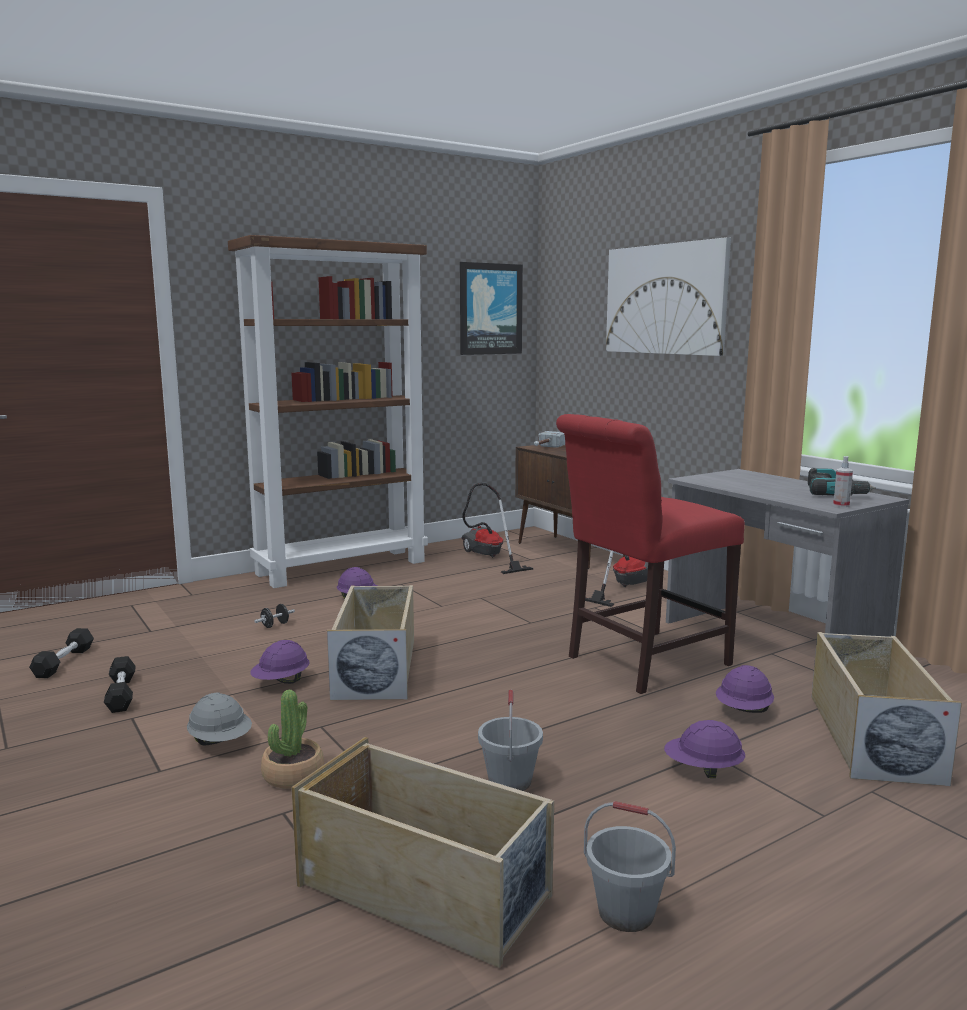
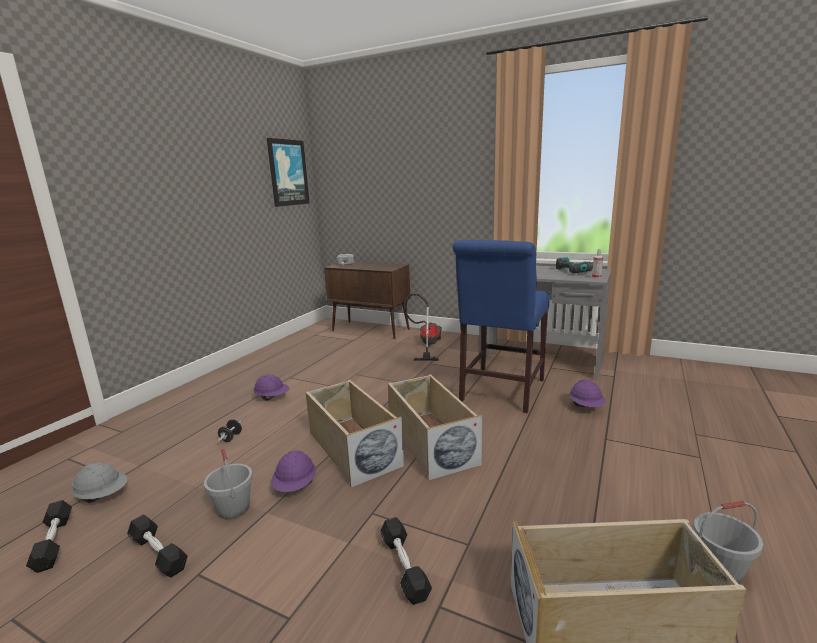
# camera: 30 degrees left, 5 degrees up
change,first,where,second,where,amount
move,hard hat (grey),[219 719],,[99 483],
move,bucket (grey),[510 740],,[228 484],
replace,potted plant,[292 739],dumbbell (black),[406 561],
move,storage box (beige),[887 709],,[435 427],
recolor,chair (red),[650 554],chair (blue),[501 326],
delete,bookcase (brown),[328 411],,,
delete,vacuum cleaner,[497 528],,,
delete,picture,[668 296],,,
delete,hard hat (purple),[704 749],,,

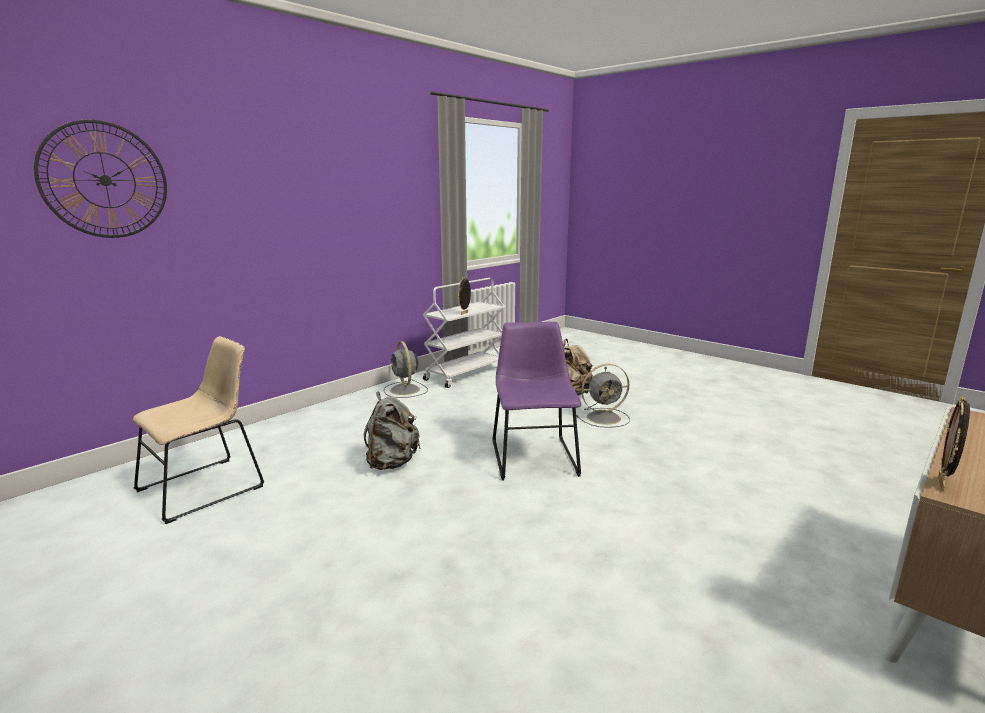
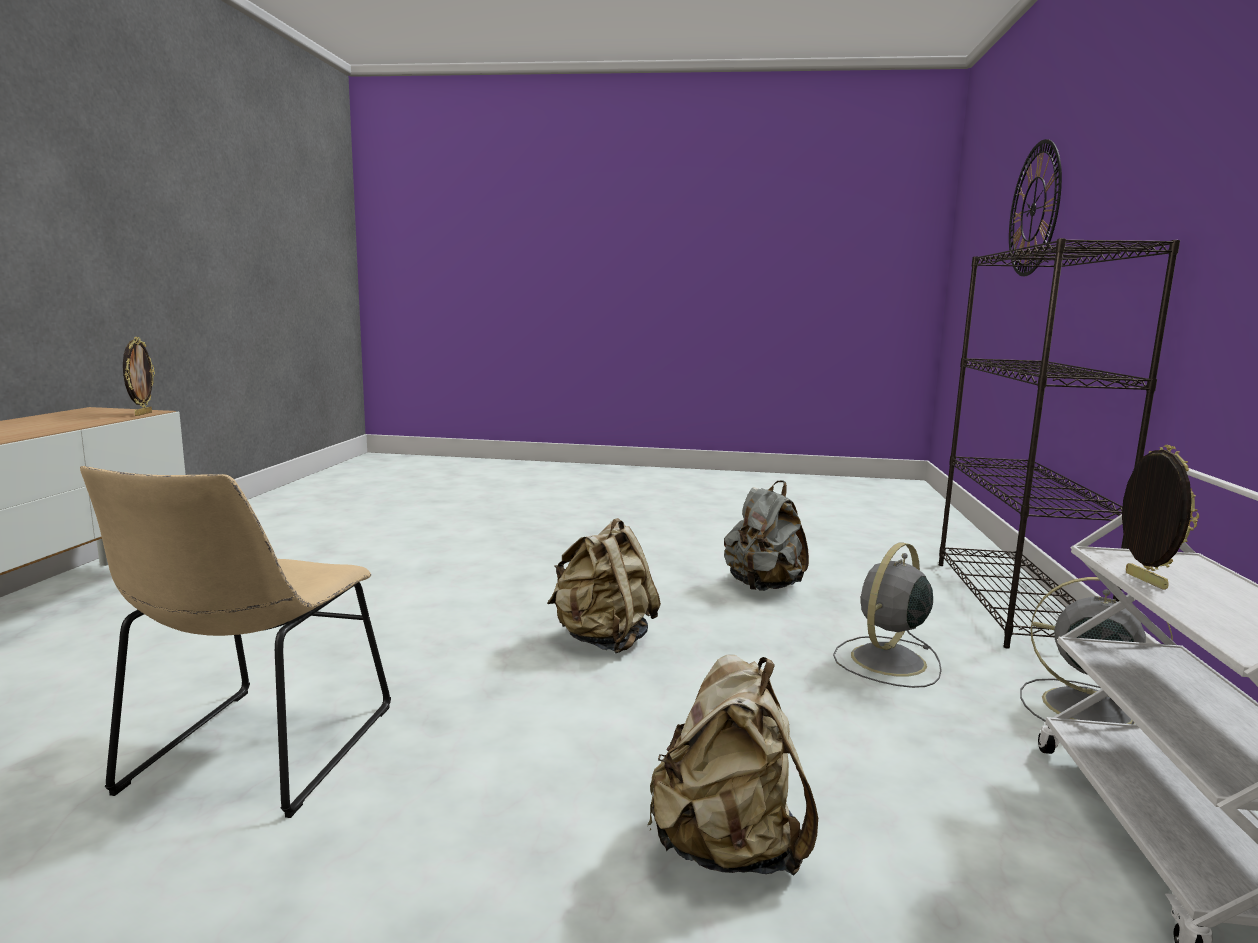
# camera: 145 degrees right, 5 degrees down
change,first,where,second,where,amount
move,chair (beige),[198 430],,[235 642],
replace,chair (purple),[537 401],backpack (beige),[604 585],
move,fan (grey),[603 396],,[887 615],
insert,,,bookcase (black),[1059 443],

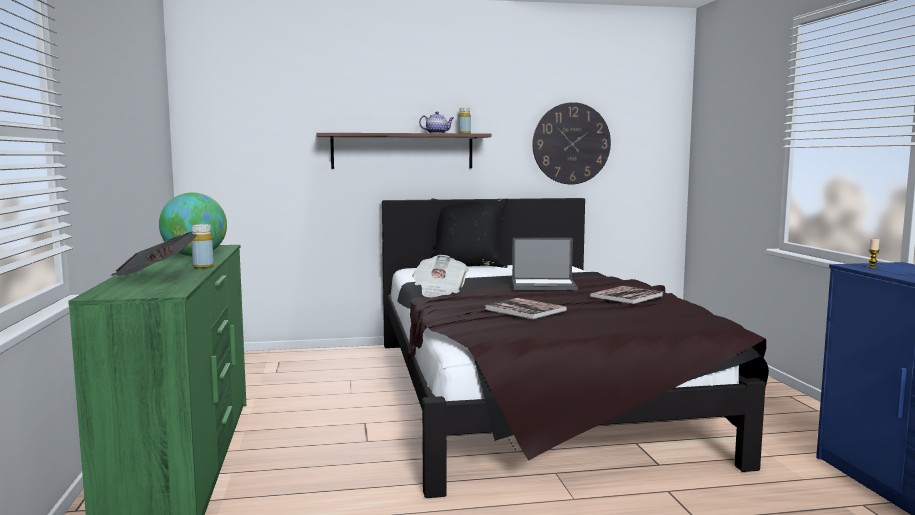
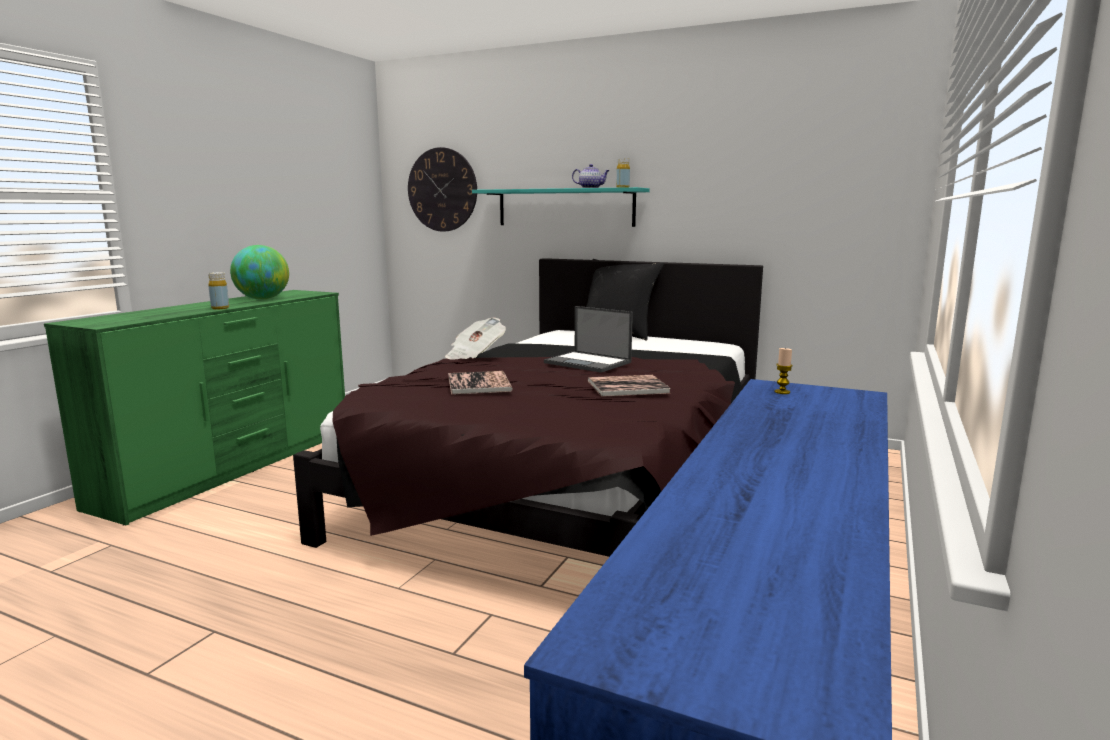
# camera: 35 degrees right, 5 degrees up
change,first,where,second,where,amount
move,wall clock,[571 143],,[442 189],
recolor,shelf (brown),[404 151],shelf (turquoise),[561 207],
delete,newspaper,[154 254],,,

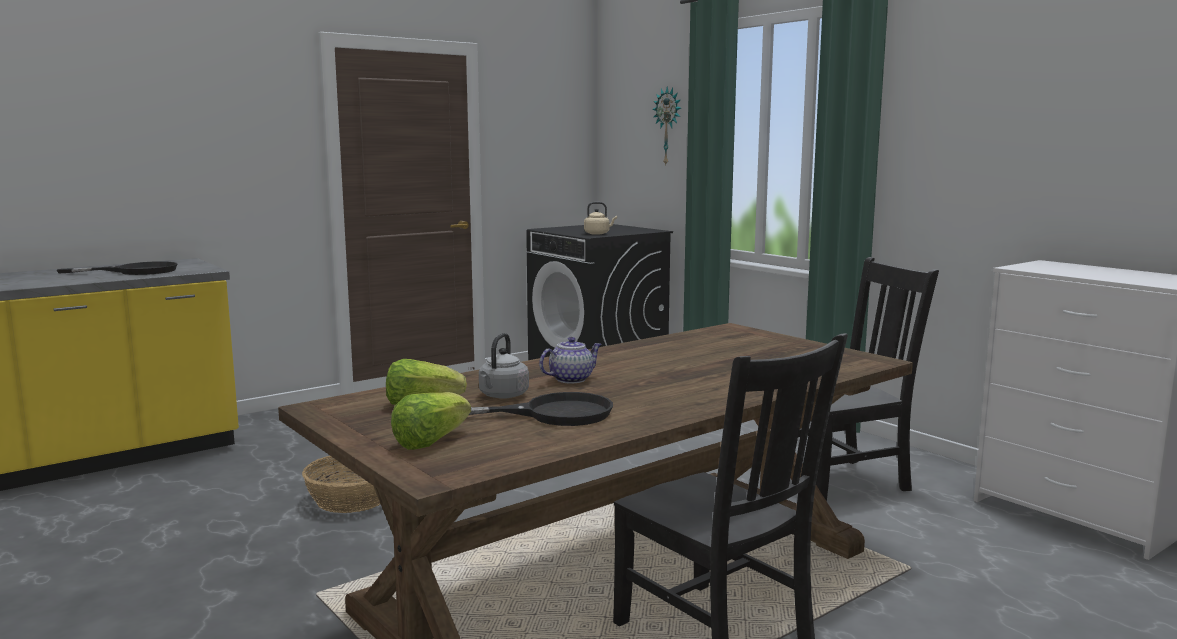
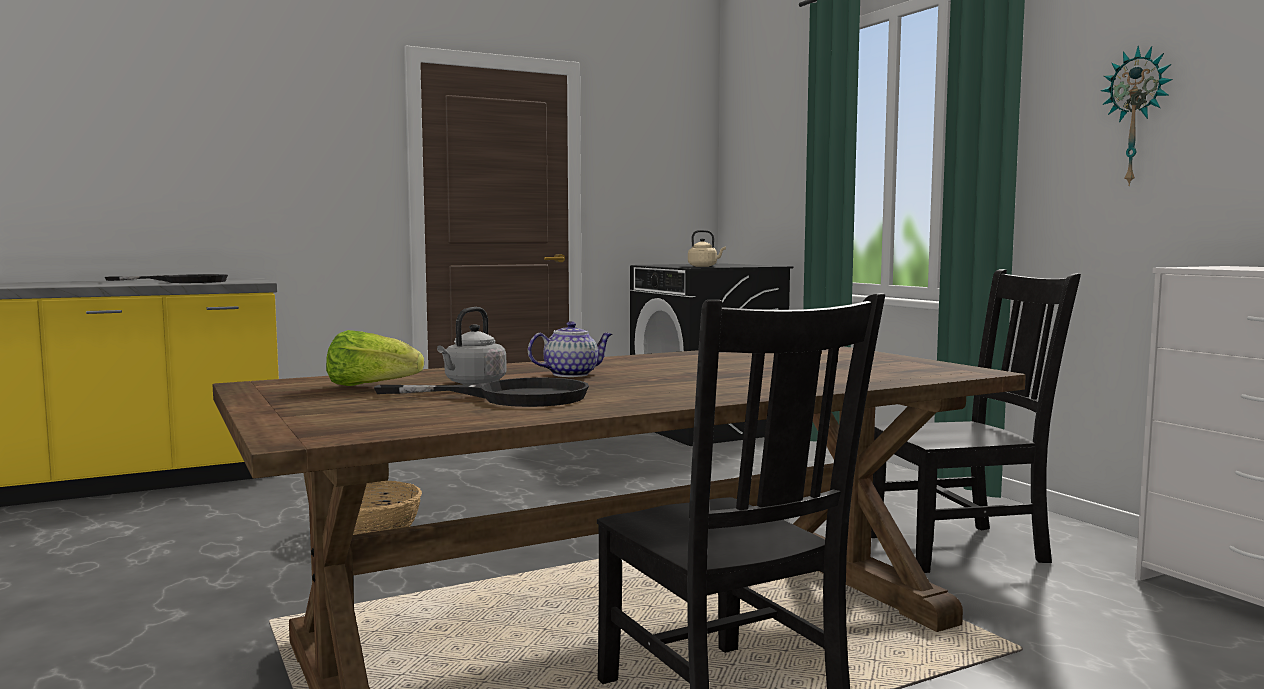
# camera: 10 degrees right, 5 degrees down
change,first,where,second,where,amount
move,wall clock,[666 126],,[1137 116],
delete,lettuce,[431 421],,,

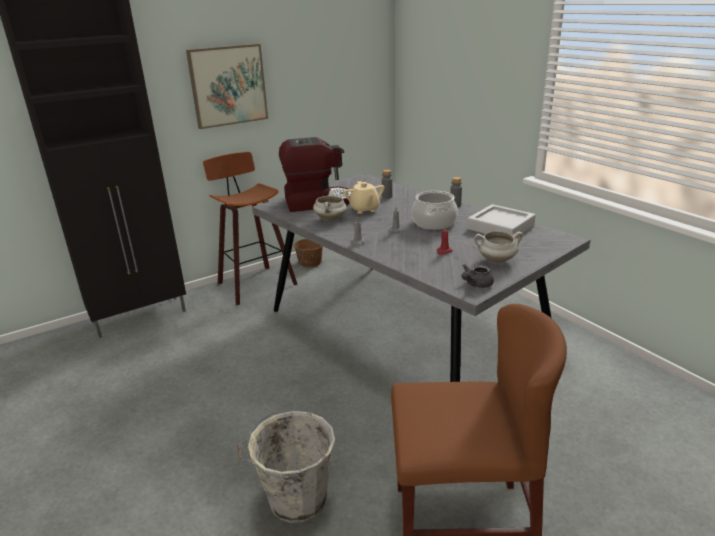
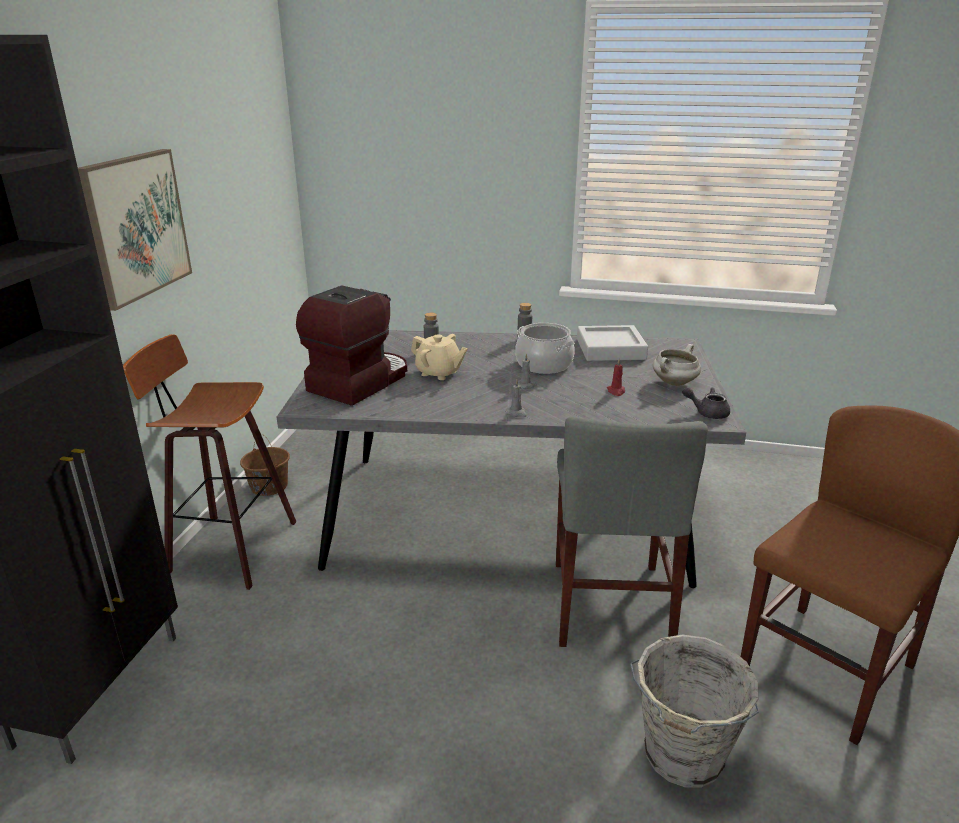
# camera: 45 degrees left, 0 degrees up
change,first,where,second,where,amount
insert,,,chair (grey),[632 532],
rotate,teapot (grey),[478 276],,[706 403],105 degrees clockwise
delete,cooking pot (white),[330 205],,,

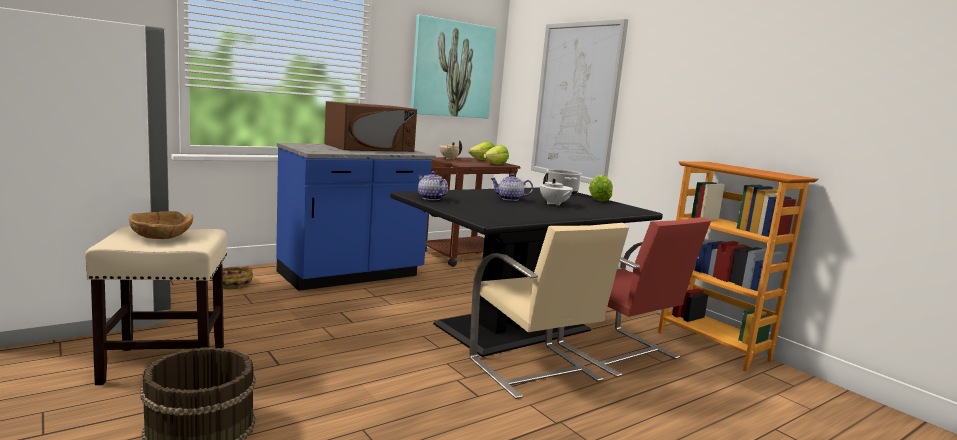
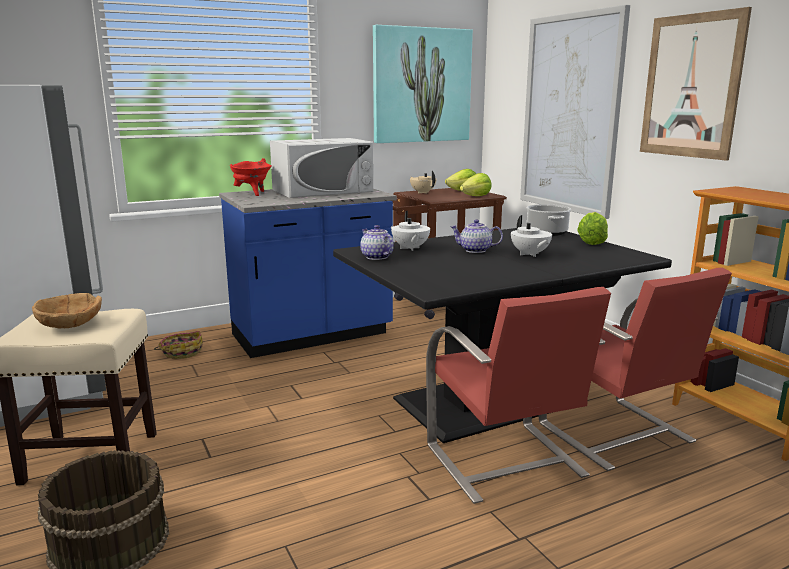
# camera: 10 degrees right, 5 degrees up
change,first,where,second,where,amount
insert,,,cooking pot (red),[251 177],
recolor,microwave (brown),[370 126],microwave (white),[321 168],
insert,,,teapot (white),[410 231],
recolor,chair (beige),[549 311],chair (red),[518 395],
insert,,,picture,[696 84],

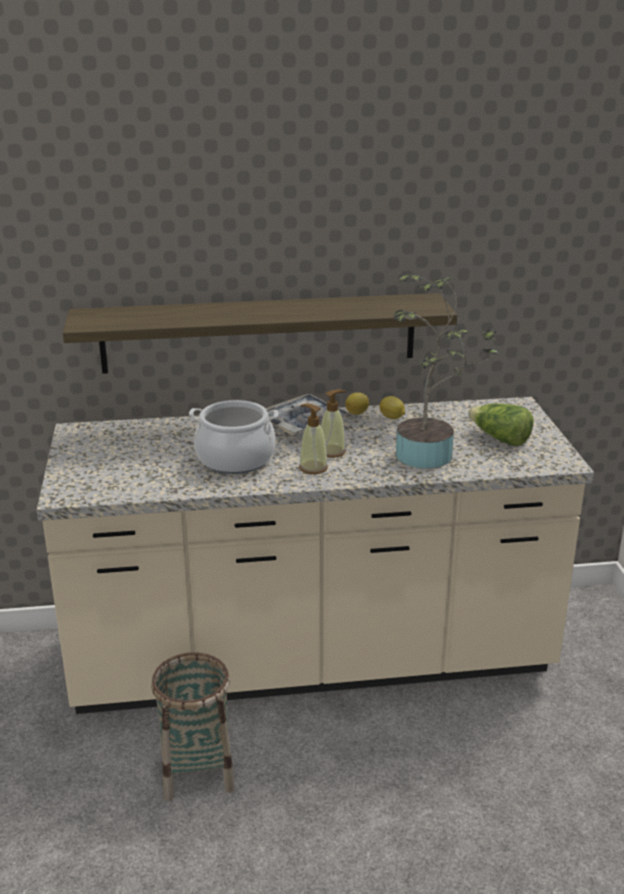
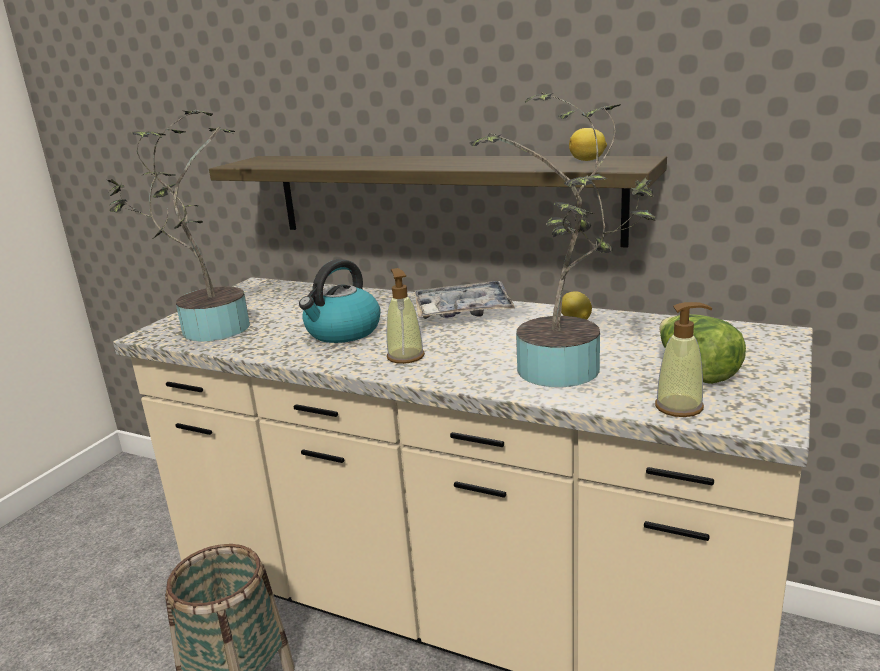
# camera: 35 degrees right, 5 degrees down
change,first,where,second,where,amount
insert,,,potted plant,[178 225],
replace,cooking pot,[234 437],kettle,[340 301],
move,lemon,[357 403],,[588 144],
move,soap dispenser,[333 423],,[684 359],

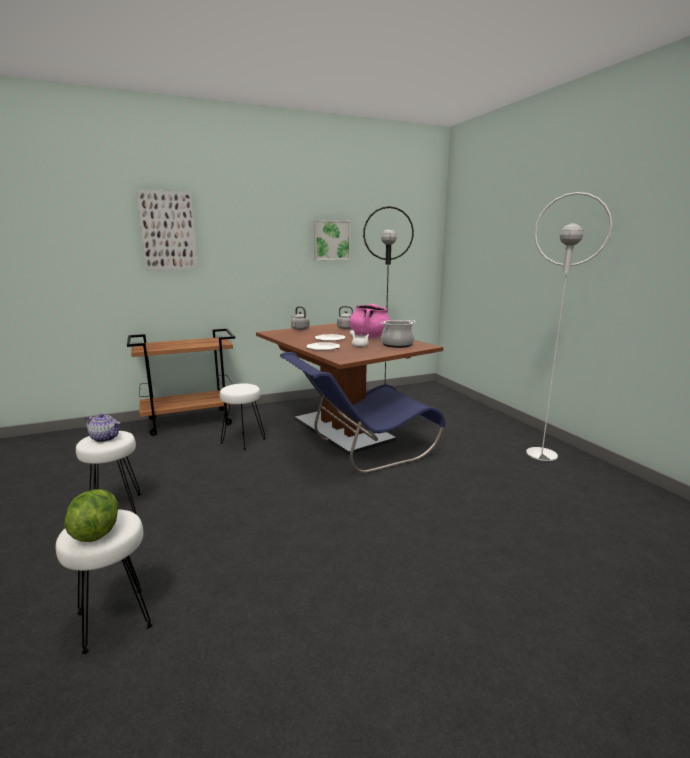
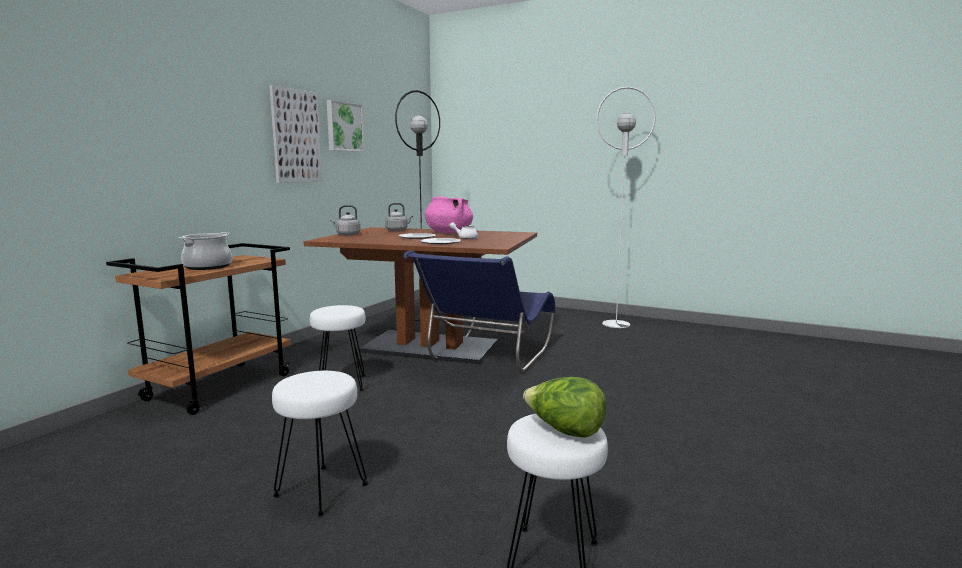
# camera: 40 degrees left, 5 degrees down
change,first,where,second,where,amount
move,cooking pot,[398 334],,[205 251],
move,picture,[167 230],,[296 134],
delete,teapot,[102 427],,,

